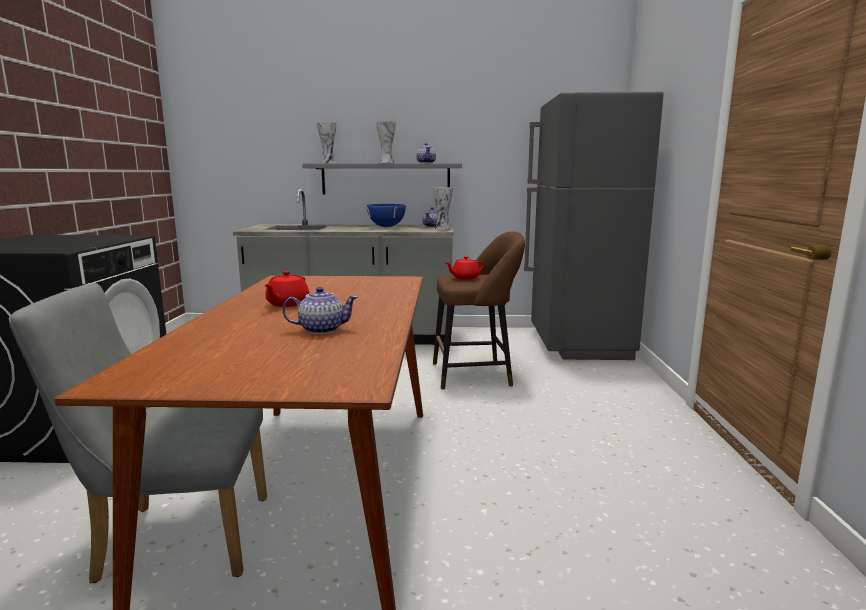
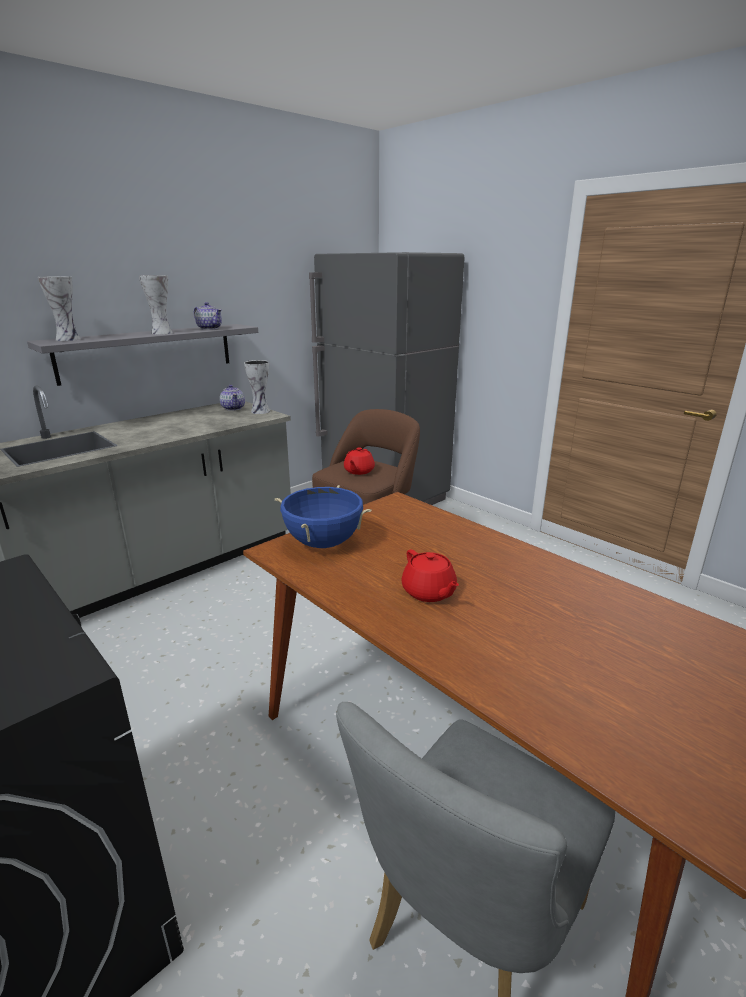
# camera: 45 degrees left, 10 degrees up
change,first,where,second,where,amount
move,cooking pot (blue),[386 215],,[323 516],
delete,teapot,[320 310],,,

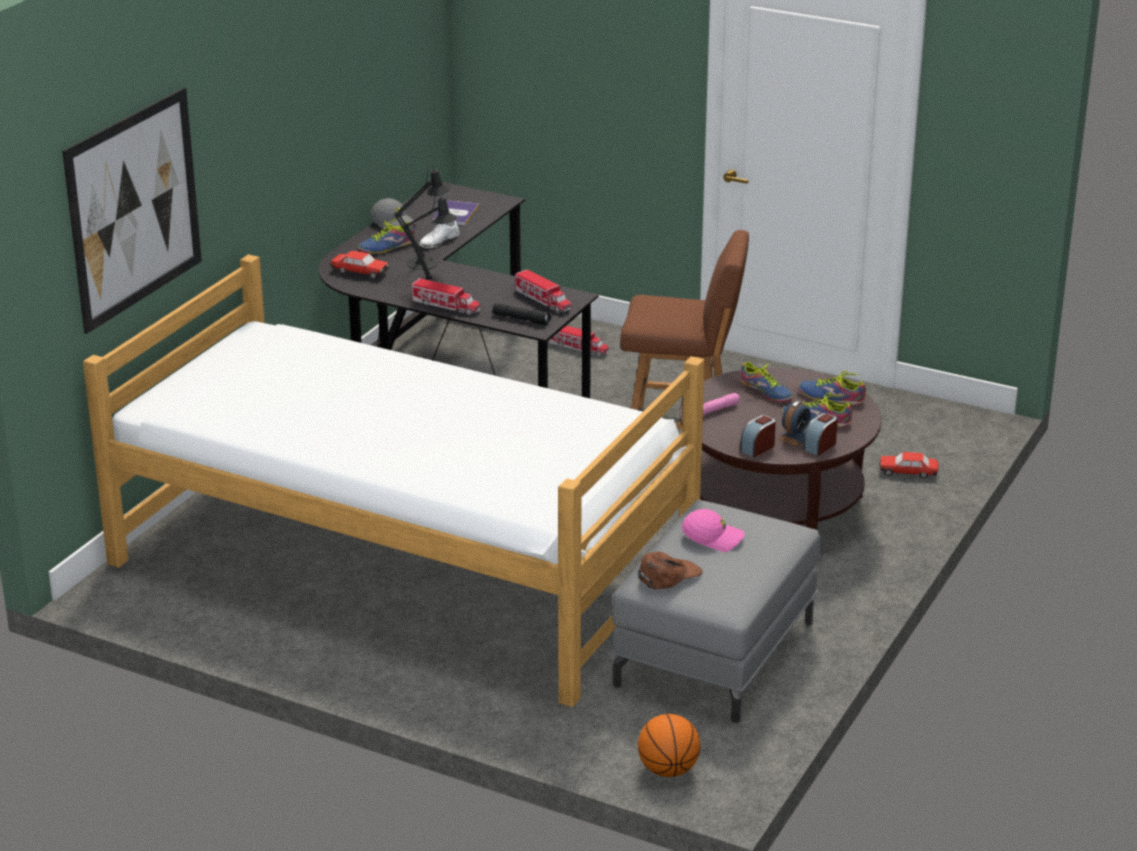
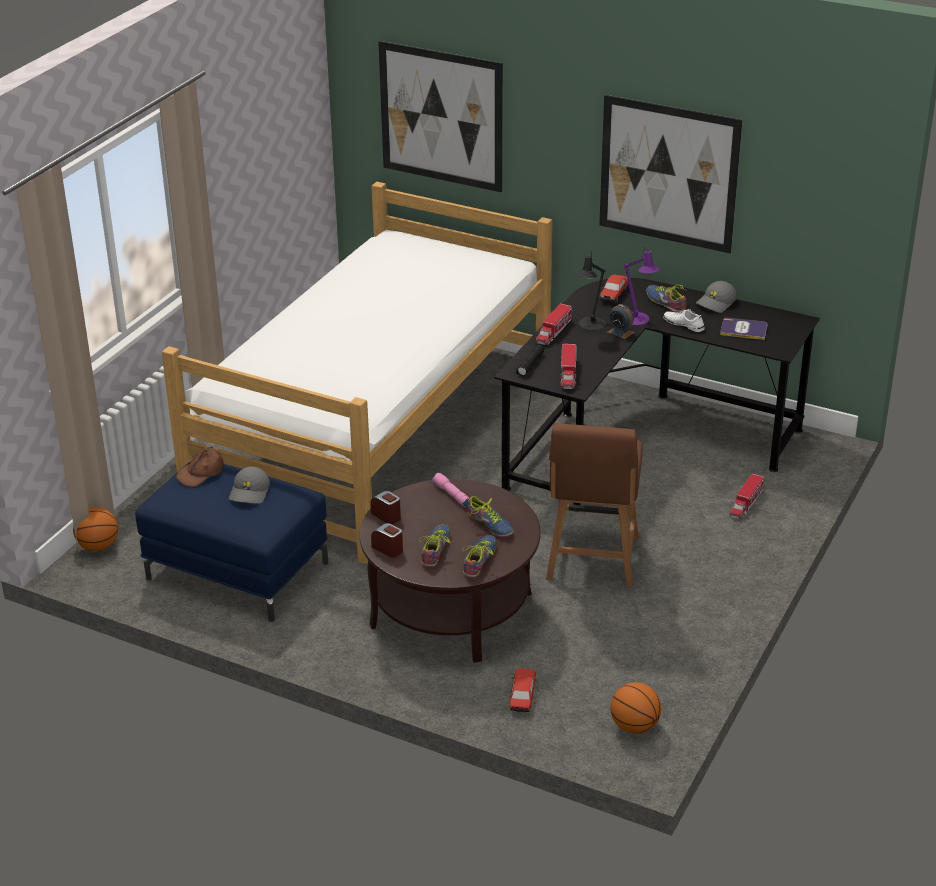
# camera: 90 degrees right, 5 degrees up
change,first,where,second,where,amount
recolor,ottoman (grey),[715 611],ottoman (blue),[231 541],
rotate,cap (brown),[670 570],,[200 467],75 degrees clockwise
recolor,cap (pink),[713 530],cap (grey),[249 485],
rotate,shoe,[767 382],,[490 517],90 degrees counterclockwise
rotate,toy truck,[543 291],,[568 366],45 degrees counterclockwise
insert,,,picture,[670 174],
move,alarm clock,[794 423],,[621 321],
insert,,,basketball,[635 708],
recolor,table lamp (black),[422 218],table lamp (purple),[641 285],

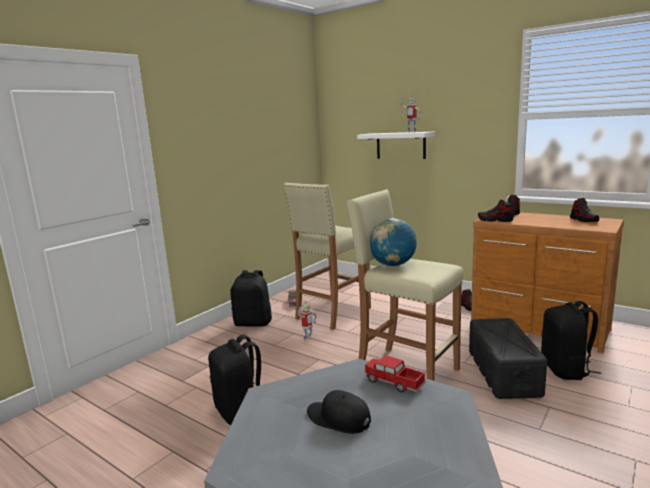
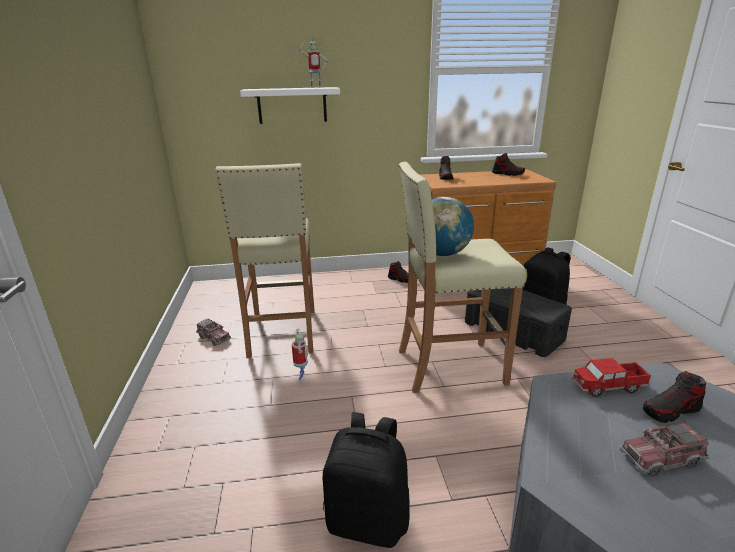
# camera: 45 degrees left, 10 degrees up
change,first,where,second,where,amount
replace,cap (black),[339 412],toy truck,[664 449],
move,shoe,[495 211],,[674 397],
delete,backpack (black),[251 298],,,

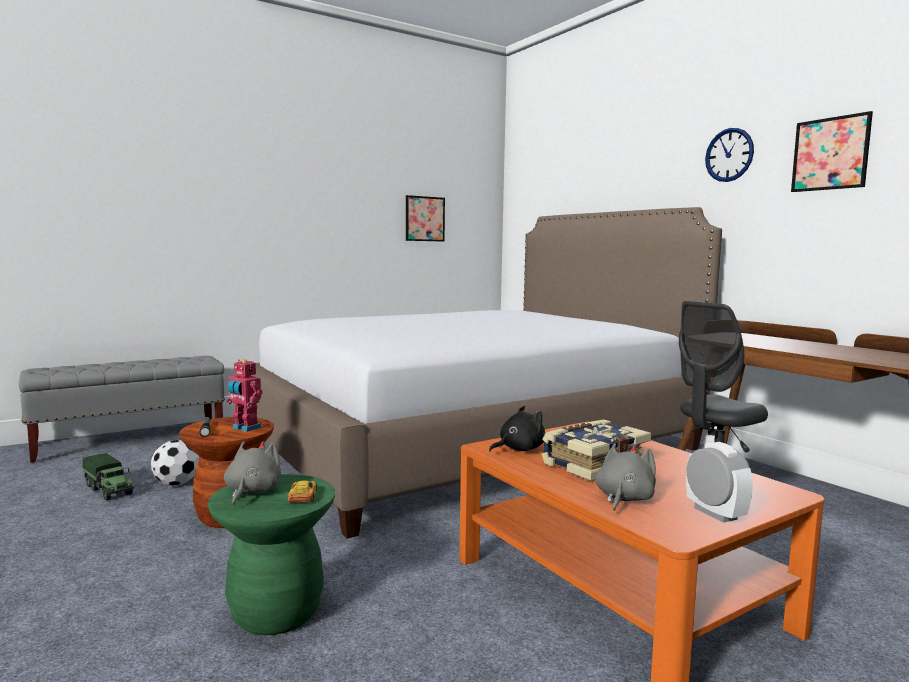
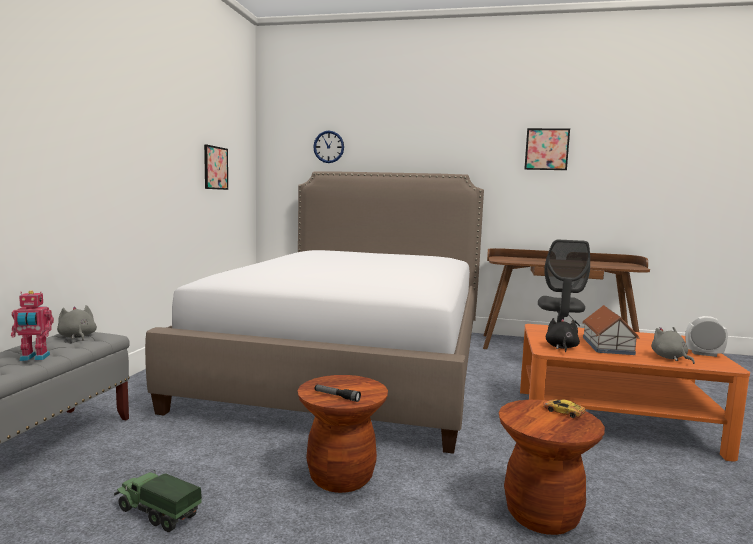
# camera: 45 degrees left, 0 degrees up
change,first,where,second,where,amount
move,toy robot,[244 395],,[32 326],
move,plush toy (grey),[252 473],,[77 322],
rotate,toy truck,[108 477],,[158 501],150 degrees counterclockwise
move,wall clock,[729 155],,[328 147],
recolor,stool (green),[271 554],stool (brown),[552 467],
replace,book,[596 450],toy house,[611 330],
delete,football,[175 463],,,

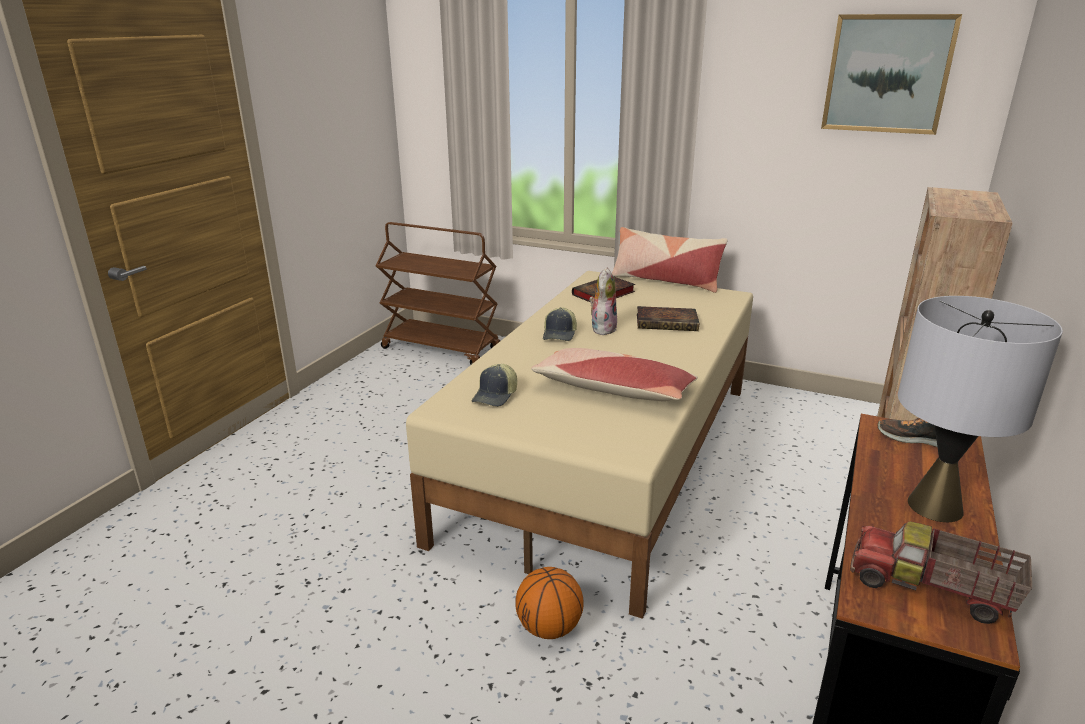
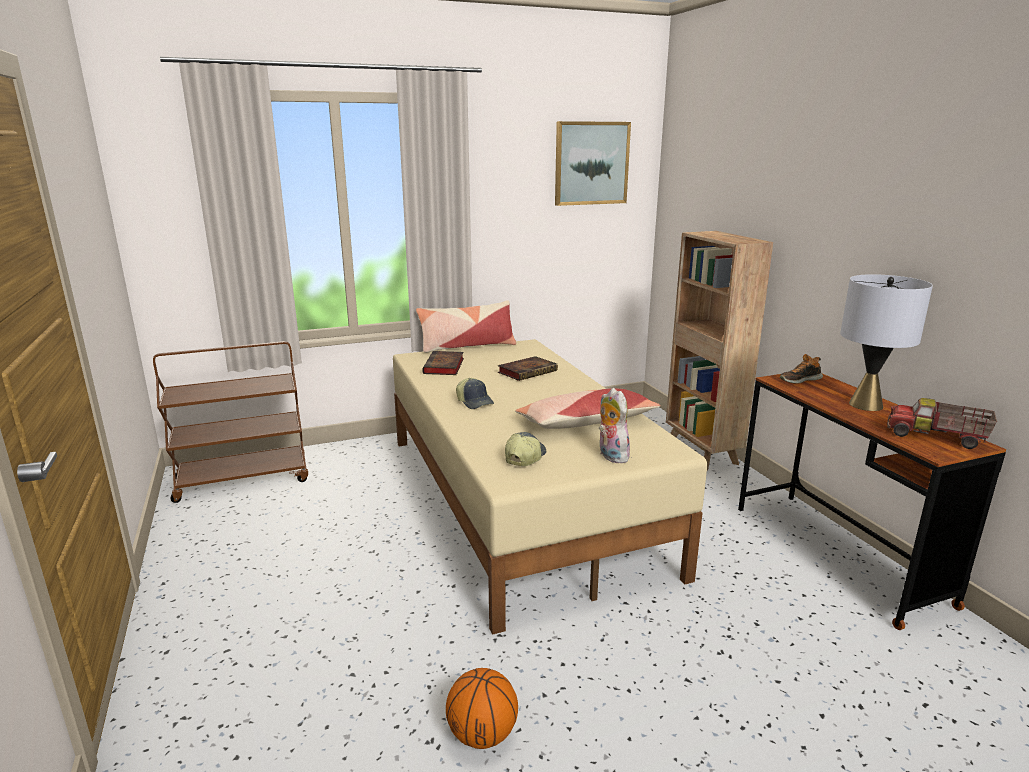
# camera: 45 degrees left, 5 degrees down
change,first,where,second,where,amount
move,basketball,[549 603],,[482 708],
rotate,cap,[494 385],,[525 449],135 degrees counterclockwise
move,plush toy,[603 301],,[616 425],
rotate,toy truck,[941 572],,[942 423],45 degrees clockwise

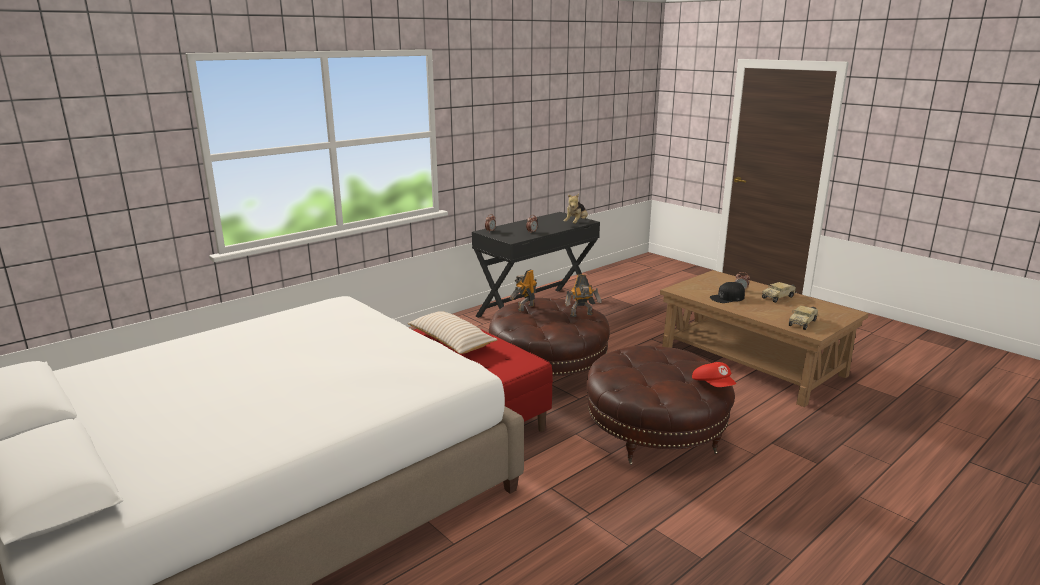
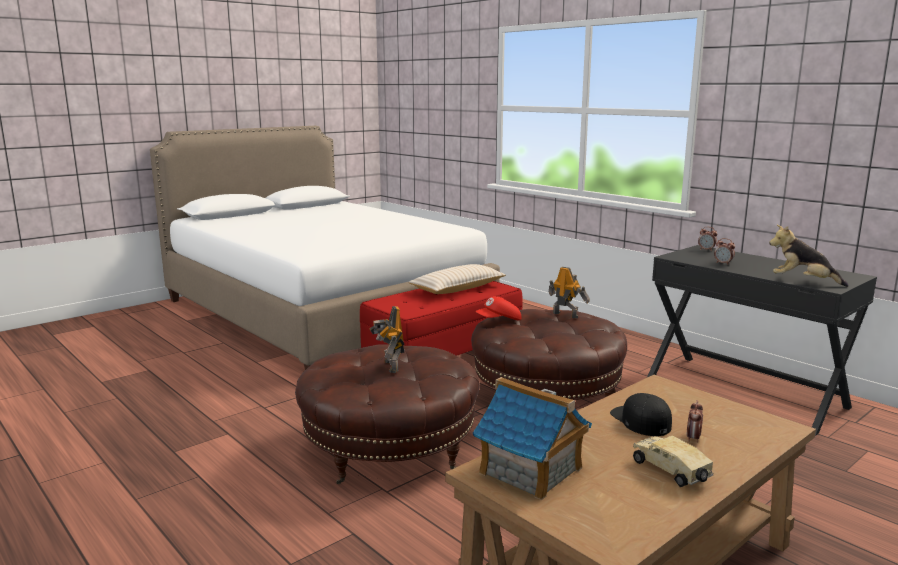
# camera: 90 degrees right, 5 degrees down
change,first,where,second,where,amount
move,toy robot,[583 295],,[386 339],
replace,toy truck,[803 318],toy house,[532 438],
move,cap (red),[714 374],,[498 308],

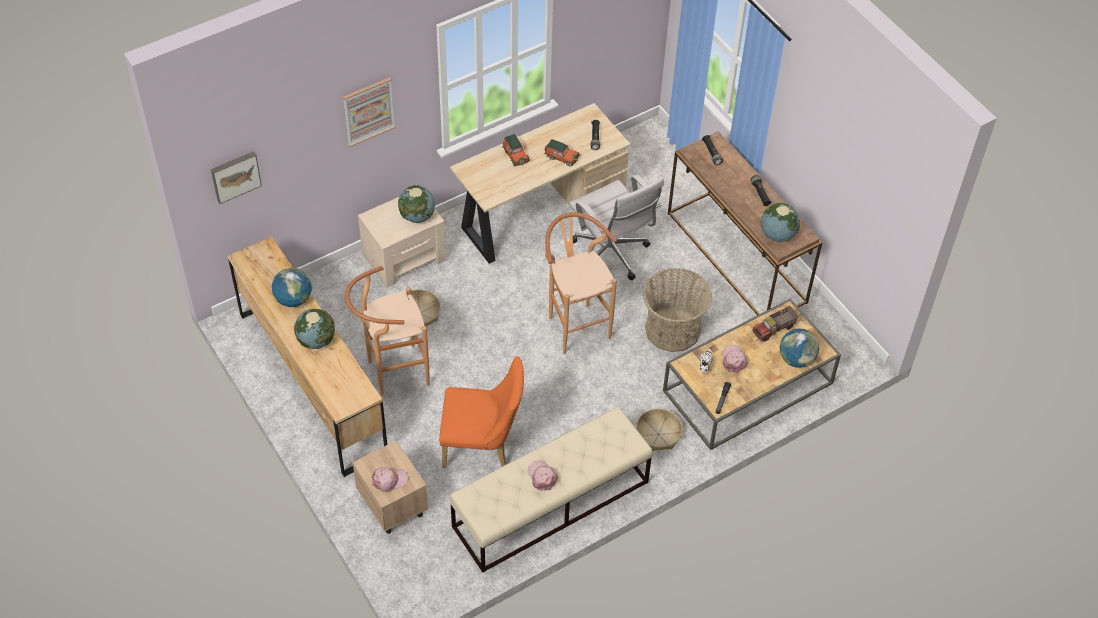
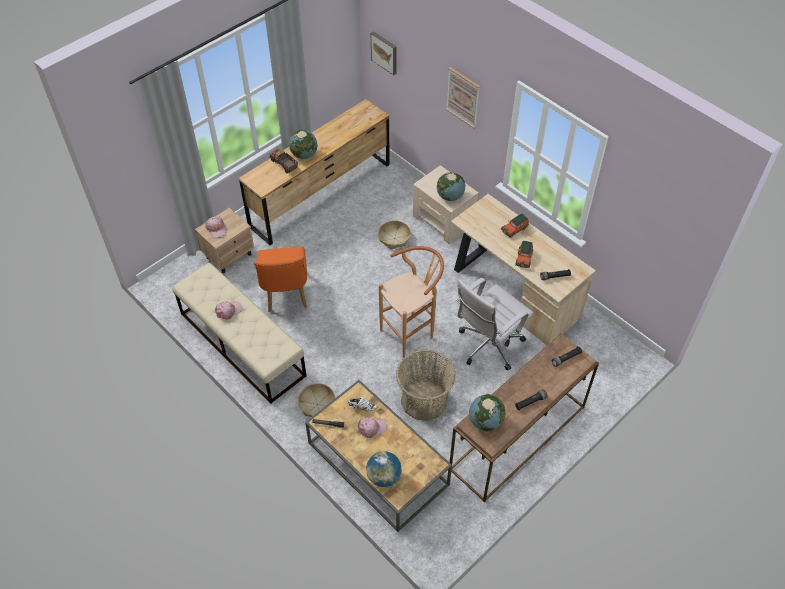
# camera: 80 degrees right, 0 degrees up
change,first,where,second,where,amount
move,toy truck,[775 324],,[284 161],
delete,globe,[292 287],,,
delete,stool (brown),[387 331],,,

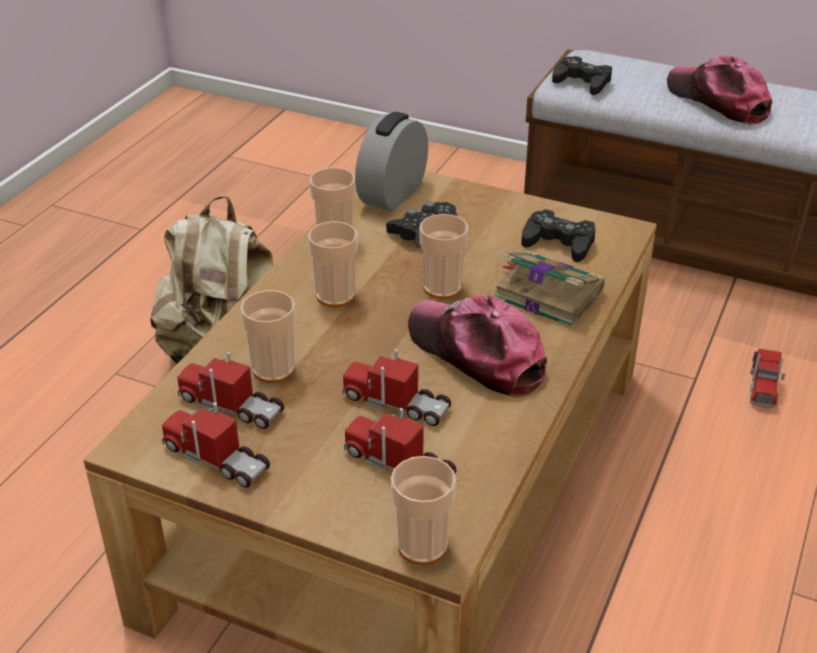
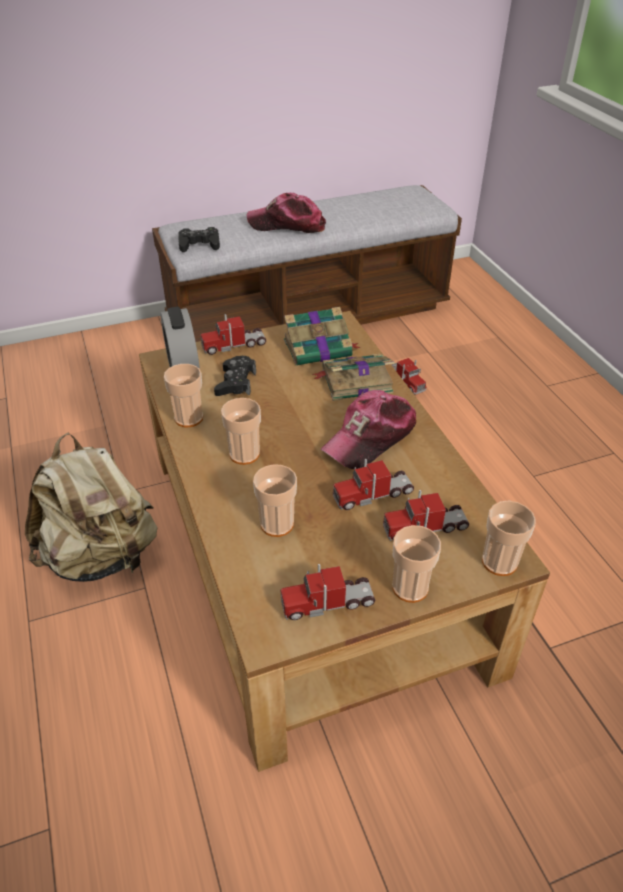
# camera: 45 degrees left, 5 degrees up
change,first,where,second,where,amount
move,toy truck,[230 390],,[233 334],
replace,game controller (black),[558 235],book,[322 336],
rotate,cap,[477 346],,[369 429],45 degrees counterclockwise
move,cup,[443 256],,[416 564],

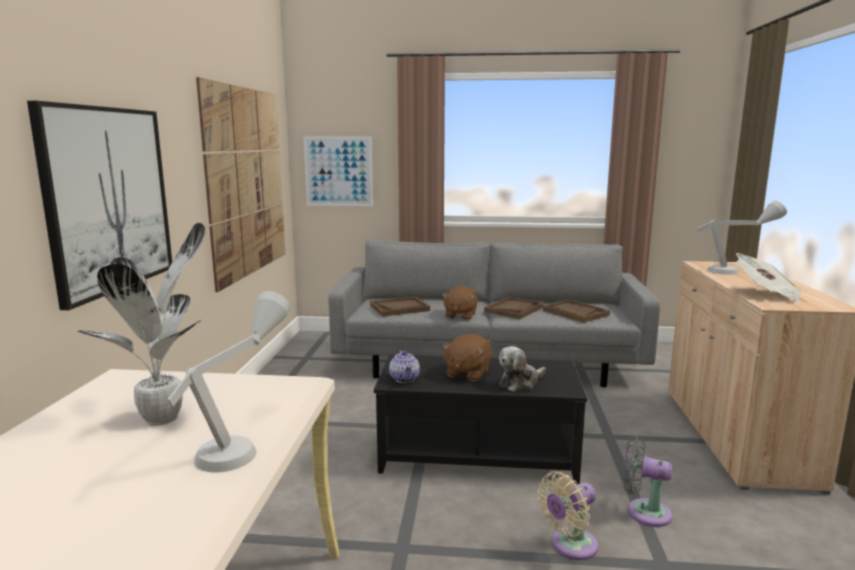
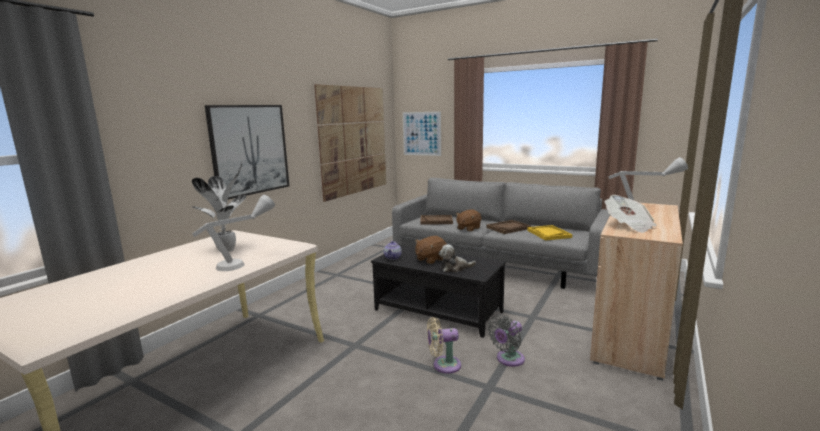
# camera: 25 degrees right, 0 degrees up
change,first,where,second,where,amount
rotate,fan (grey),[647 481],,[506 341],90 degrees counterclockwise
recolor,tray (brown),[576 311],tray (yellow),[549 233],

